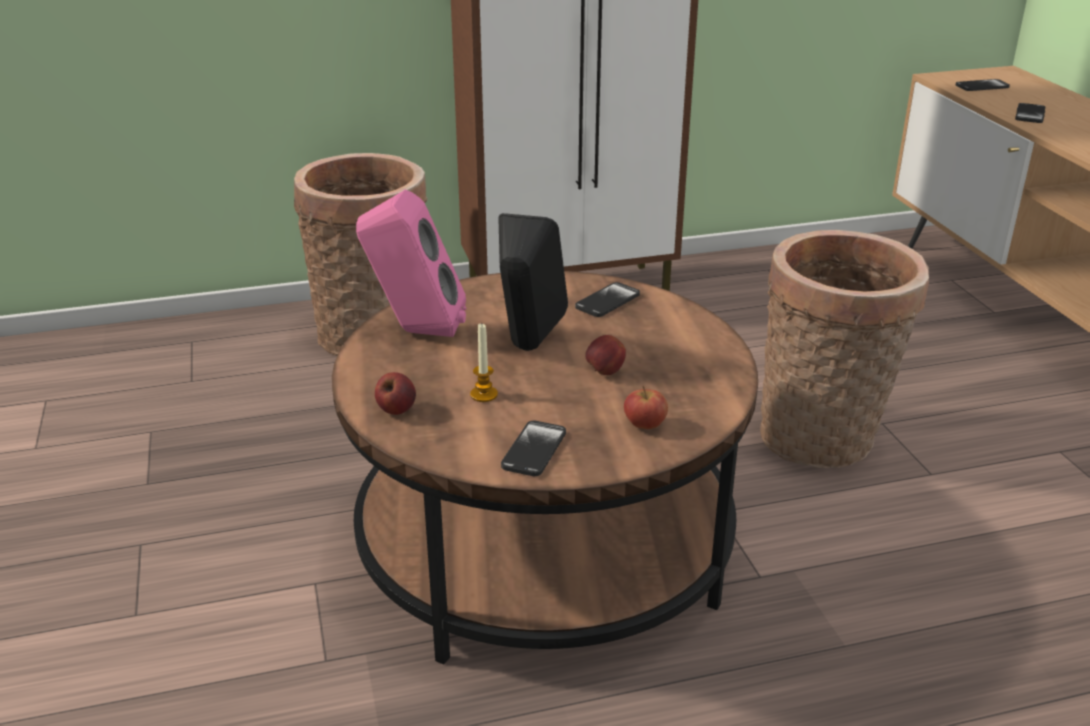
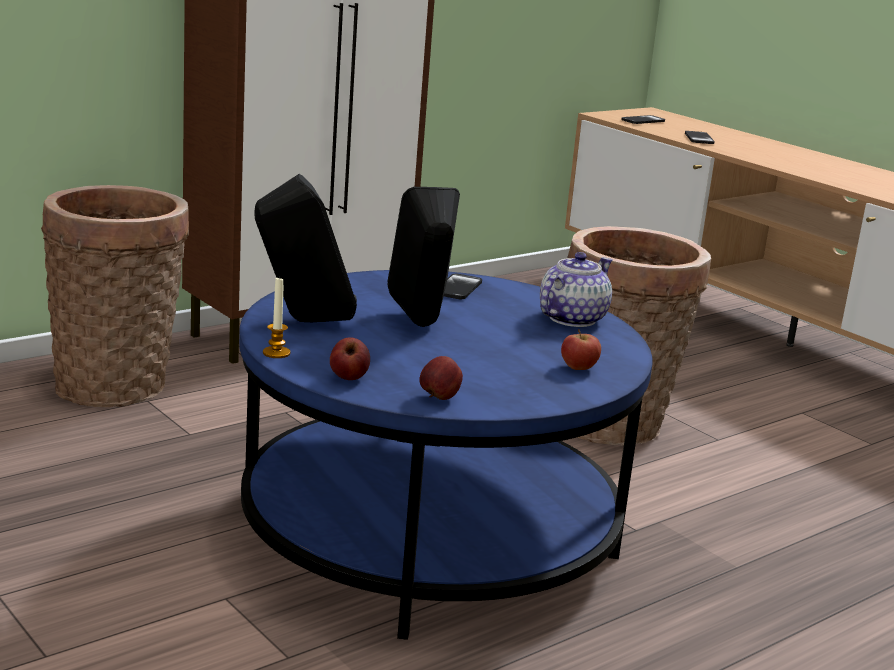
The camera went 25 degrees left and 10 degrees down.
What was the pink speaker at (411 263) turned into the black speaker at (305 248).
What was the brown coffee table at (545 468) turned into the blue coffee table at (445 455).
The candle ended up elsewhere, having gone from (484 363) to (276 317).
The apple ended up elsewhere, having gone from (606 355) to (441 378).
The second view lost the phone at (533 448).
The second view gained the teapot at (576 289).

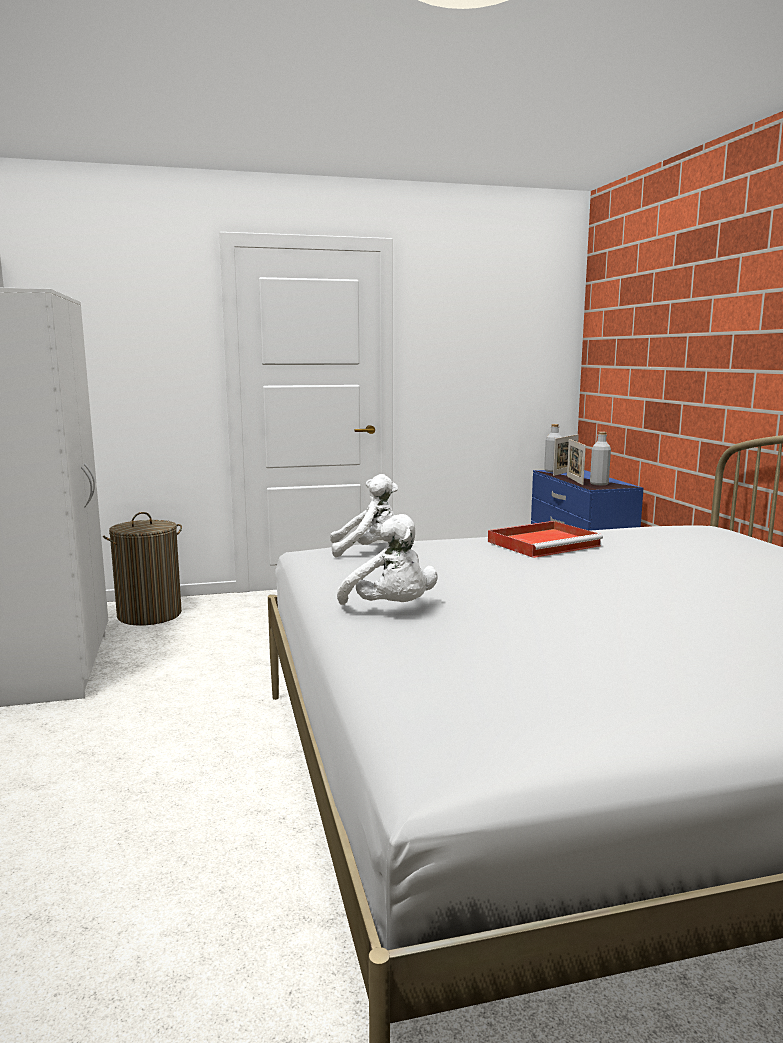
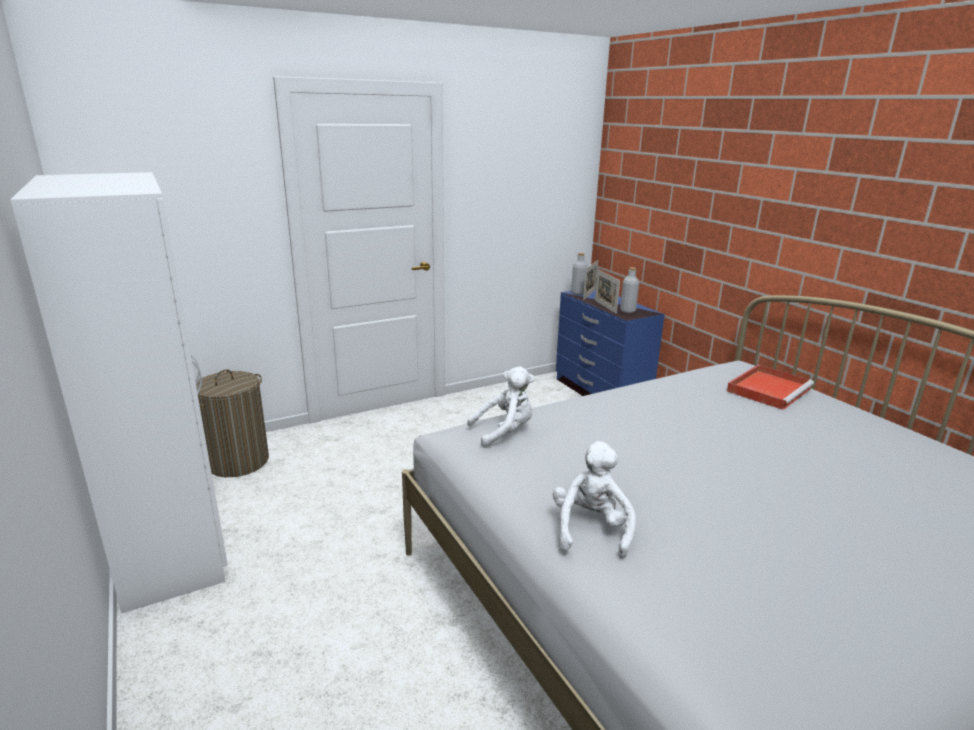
The camera went 15 degrees left and 10 degrees up.
The white plush toy at (387 559) ended up facing another way, 120 degrees counterclockwise from before.
The red tray ended up elsewhere, having gone from (545 539) to (770 387).

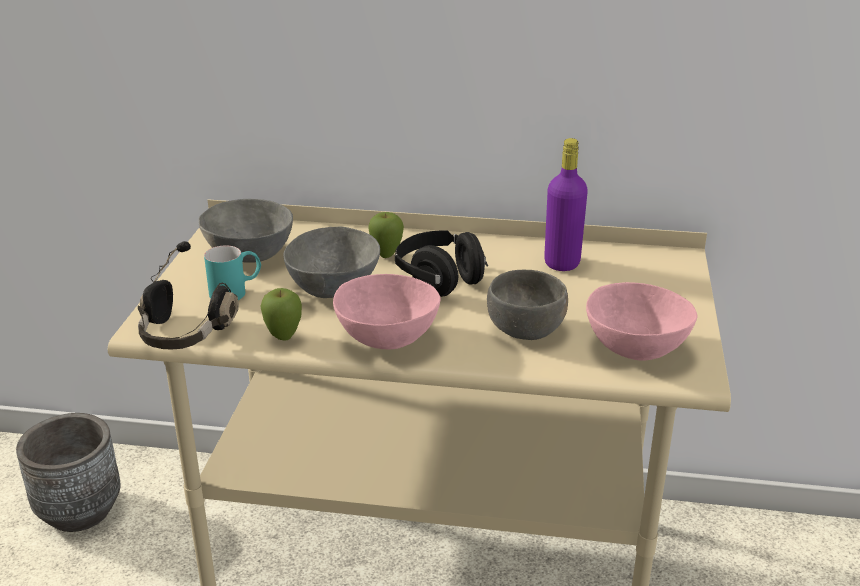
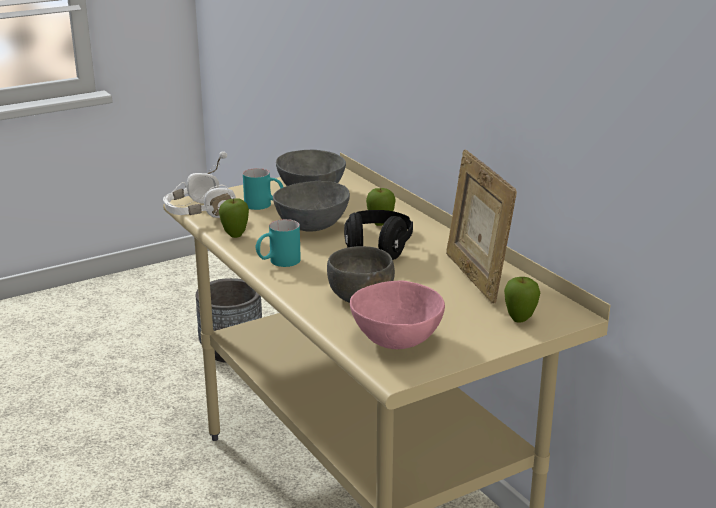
The camera went 50 degrees right and 5 degrees down.
Where the purple bottle stood at (566 204), the picture frame came to stand at (481 227).
What was the black headphones at (188 295) turned into the white headphones at (199 184).
Where the pink bowl stood at (387 312), the turquoise mug came to stand at (278 243).
The second view gained the apple at (522 300).

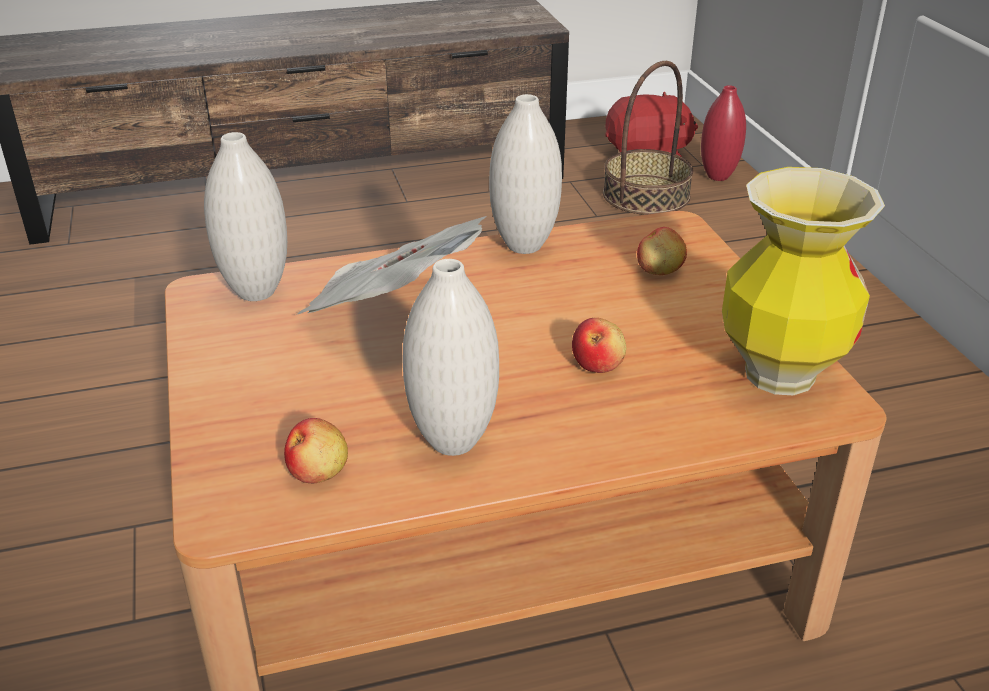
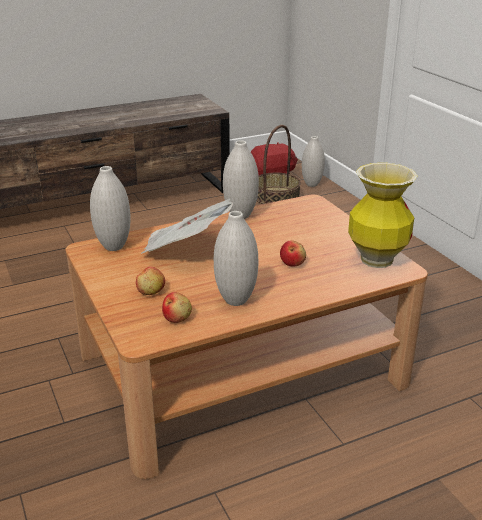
The camera went 10 degrees left and 5 degrees down.
What was the red vase at (723 133) turned into the white vase at (313 161).
The apple ended up elsewhere, having gone from (662 251) to (150 281).

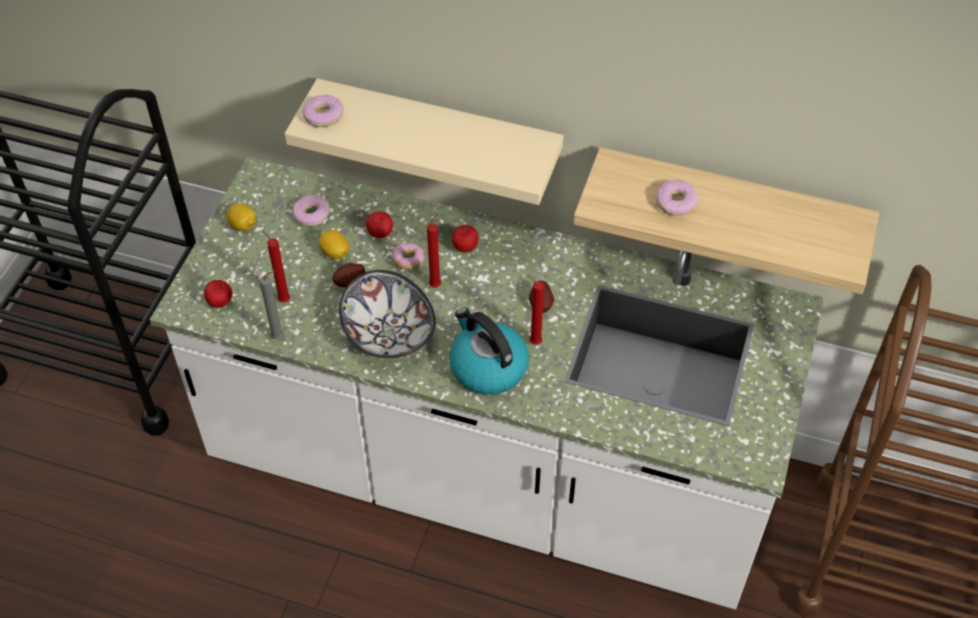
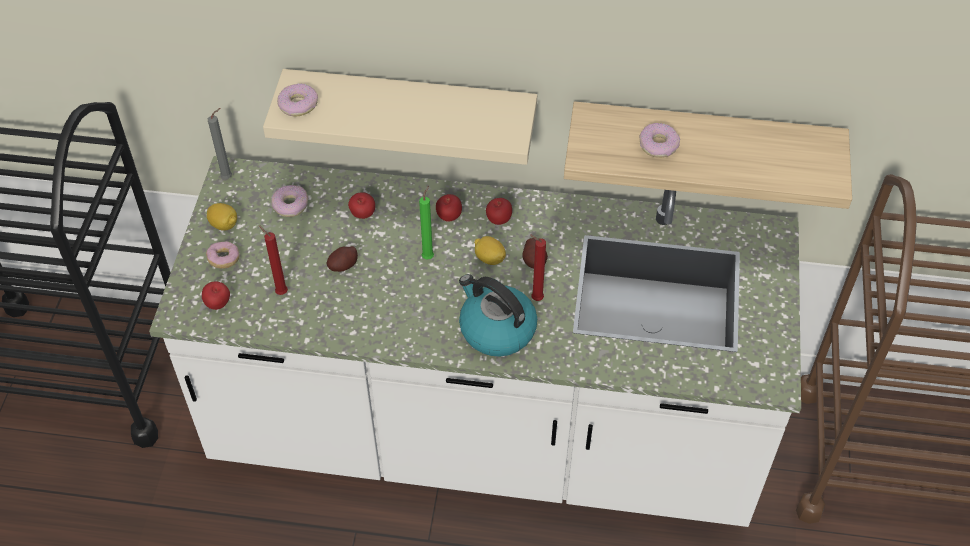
The camera went 10 degrees left and 0 degrees up.
What was the red candle at (434 250) turned into the green candle at (426 223).
The lemon ended up elsewhere, having gone from (334 244) to (490 250).
The donut ended up elsewhere, having gone from (408 256) to (223 255).
The grey candle ended up elsewhere, having gone from (271 305) to (220 143).
The second view lost the bowl at (387 314).
The second view gained the apple at (499 211).

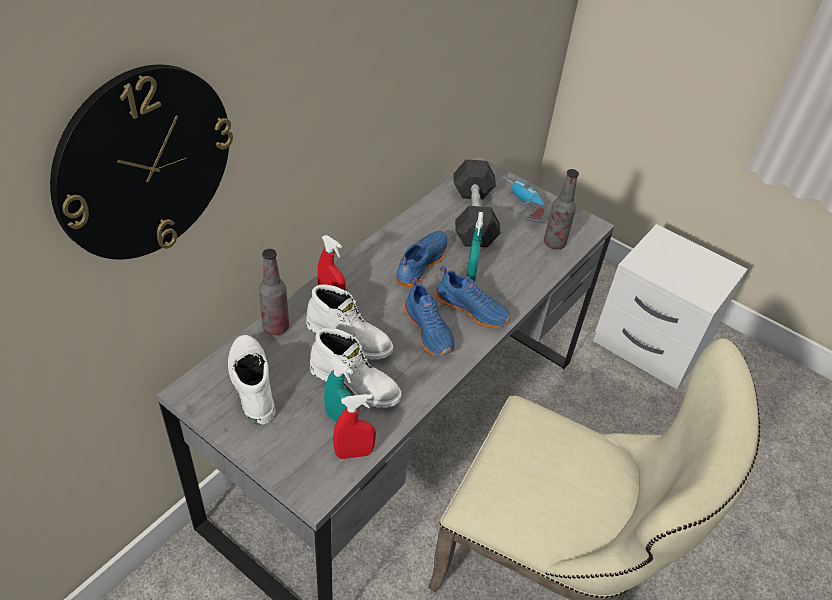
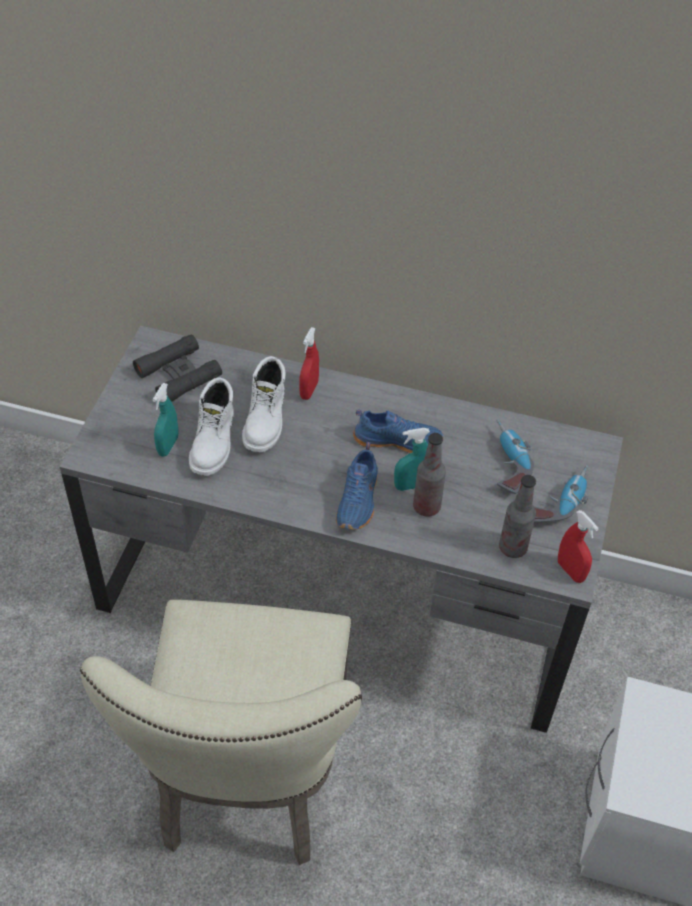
The camera went 70 degrees right and 5 degrees up.
The second view lost the wall clock at (141 162).
Where the grey dumbbell stood at (477 203), the power drill came to stand at (515 456).
The bottle ended up elsewhere, having gone from (274 292) to (429 475).
The second view lost the blue shoe at (429 316).
Where the white boot stood at (252 380), the black binoculars came to stand at (177 368).
The red spray bottle ended up elsewhere, having gone from (354 426) to (578 546).

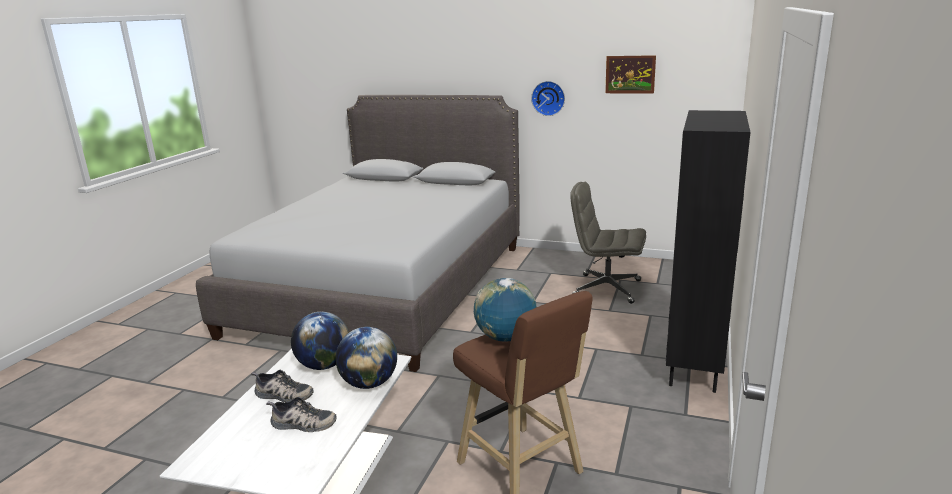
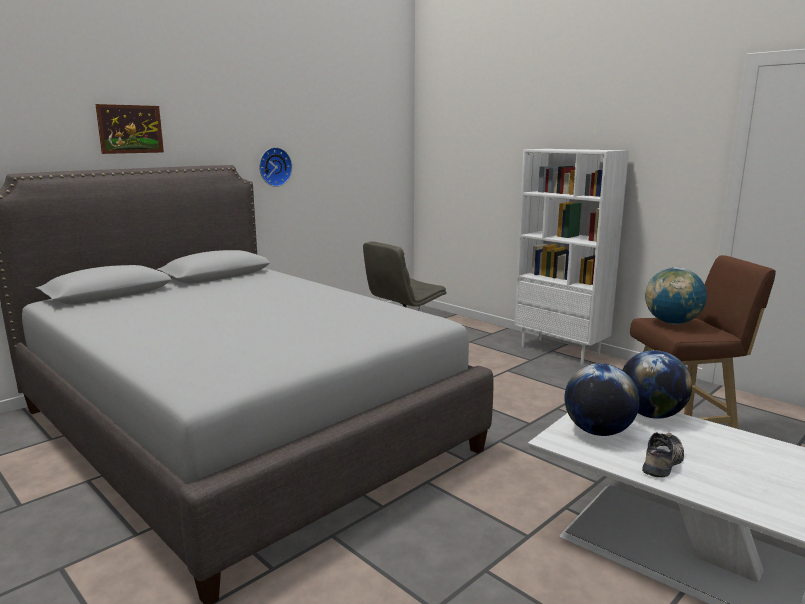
The camera went 65 degrees left and 5 degrees down.
The picture ended up elsewhere, having gone from (630 74) to (129 129).
What was the black bookcase at (708 251) turned into the white bookcase at (571 257).
The second view lost the shoe at (301 414).

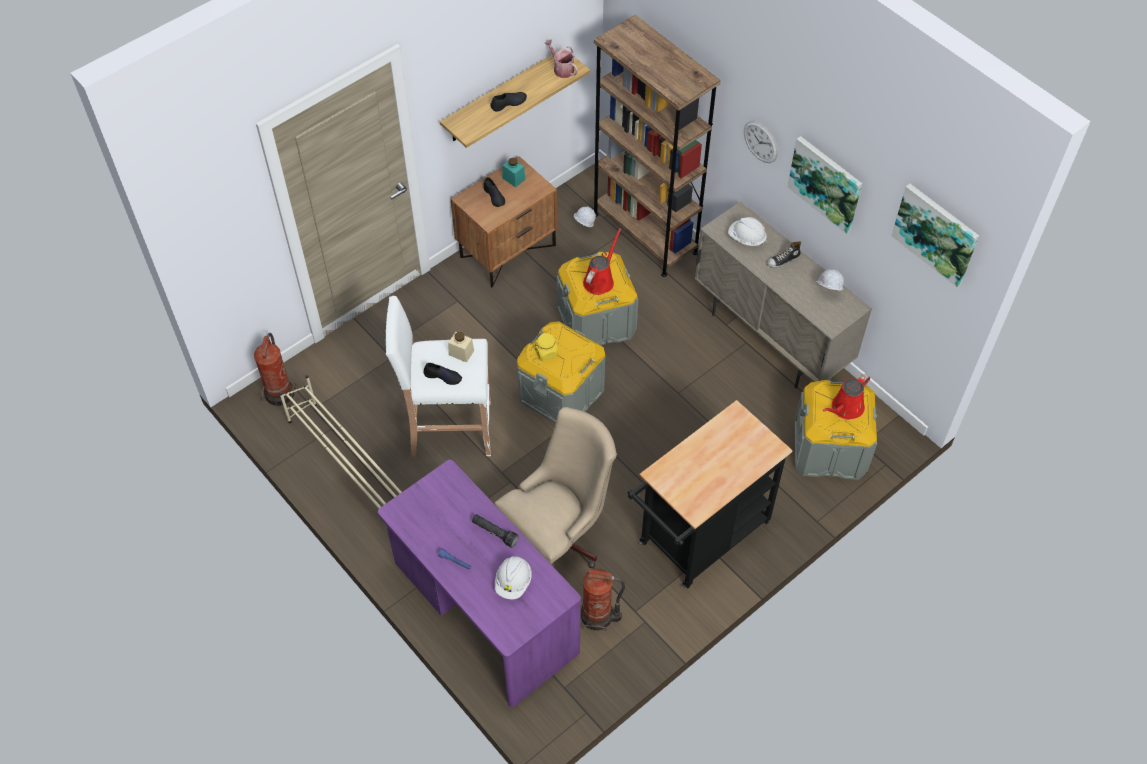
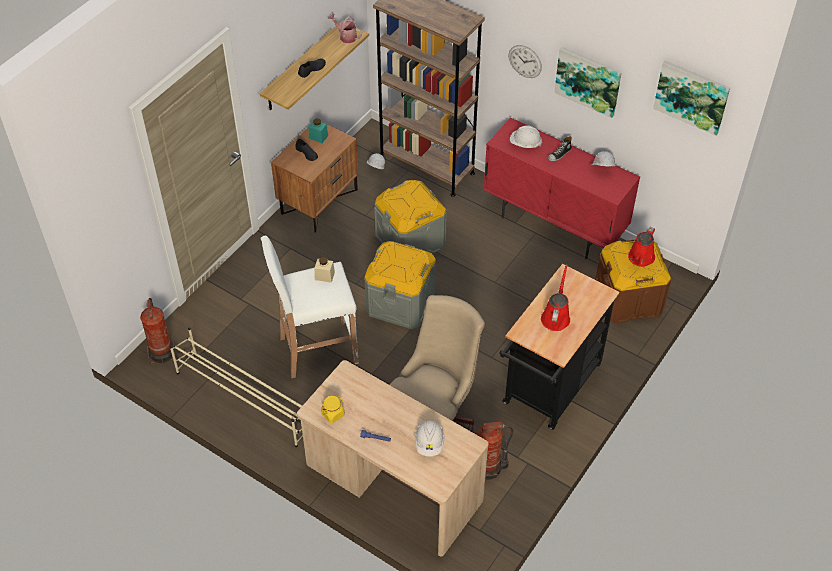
The camera went 15 degrees left and 5 degrees down.
What was the beige cabinet at (783 294) turned into the red cabinet at (561 188).
The red watering can ended up elsewhere, having gone from (602 261) to (555 297).
The yellow jar ended up elsewhere, having gone from (546 347) to (333 409).
The second view lost the black shoe at (443 374).
What was the grey storage box at (836 430) turned into the brown storage box at (633 282).
What was the purple desk at (479 583) turned into the beige desk at (392 458).
The second view lost the black flashlight at (495 531).

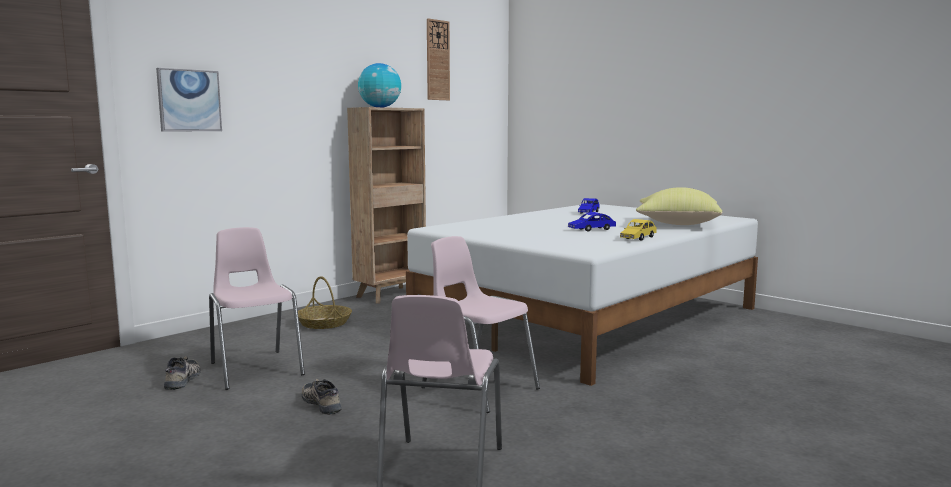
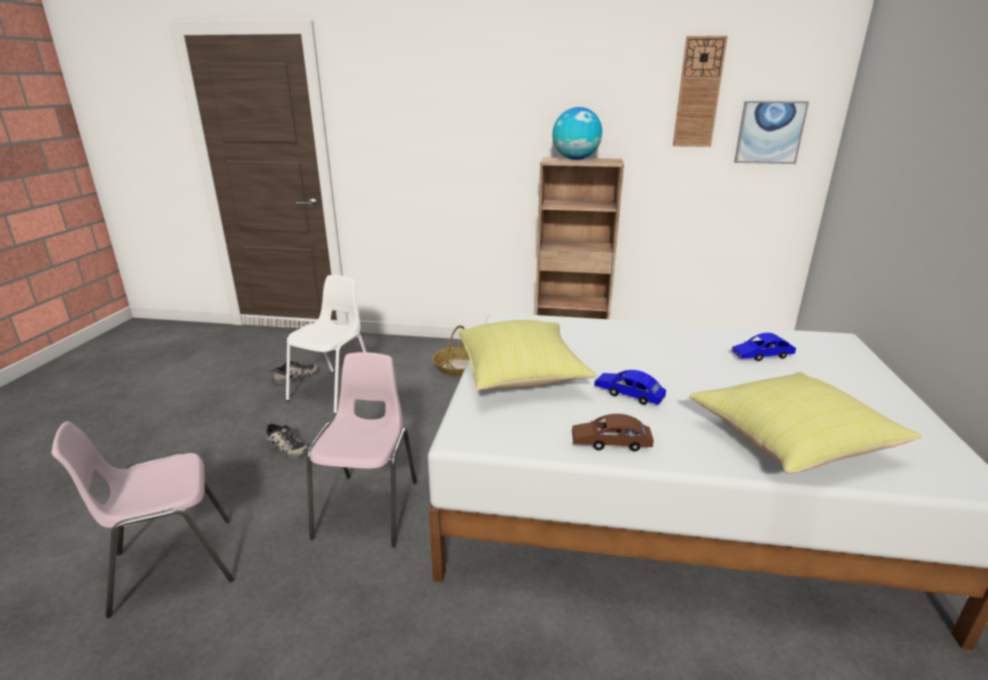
The camera went 55 degrees right and 15 degrees up.
The picture ended up elsewhere, having gone from (189 100) to (771 132).
What was the yellow toy car at (638 229) turned into the brown toy car at (613 433).
What was the pink chair at (257 308) turned into the white chair at (326 344).
The shoe at (321 397) ended up facing another way, 105 degrees clockwise from before.
The second view gained the yellow pillow at (527 355).

